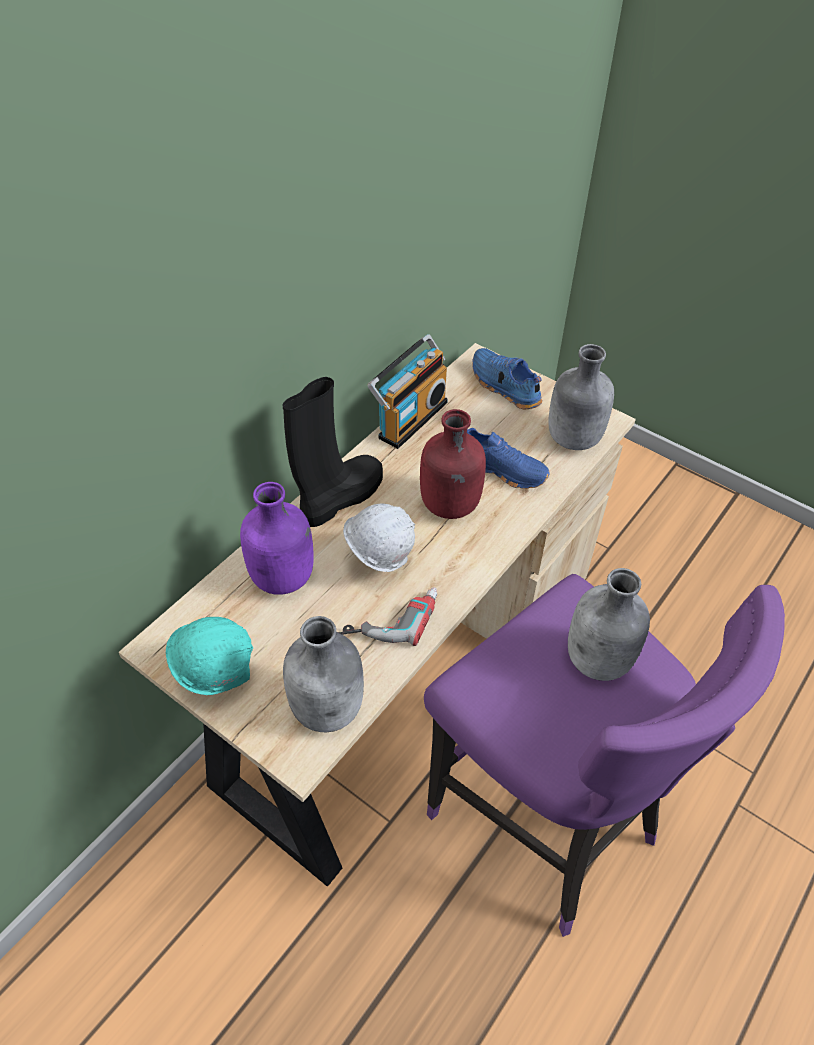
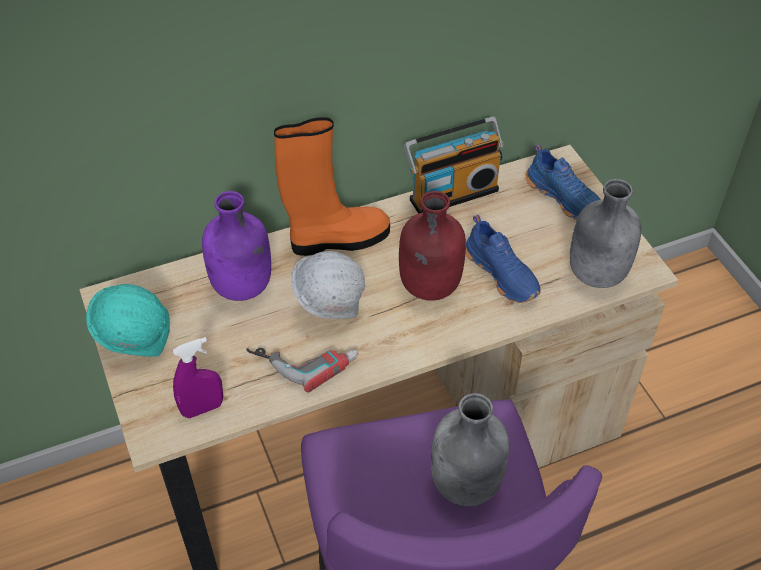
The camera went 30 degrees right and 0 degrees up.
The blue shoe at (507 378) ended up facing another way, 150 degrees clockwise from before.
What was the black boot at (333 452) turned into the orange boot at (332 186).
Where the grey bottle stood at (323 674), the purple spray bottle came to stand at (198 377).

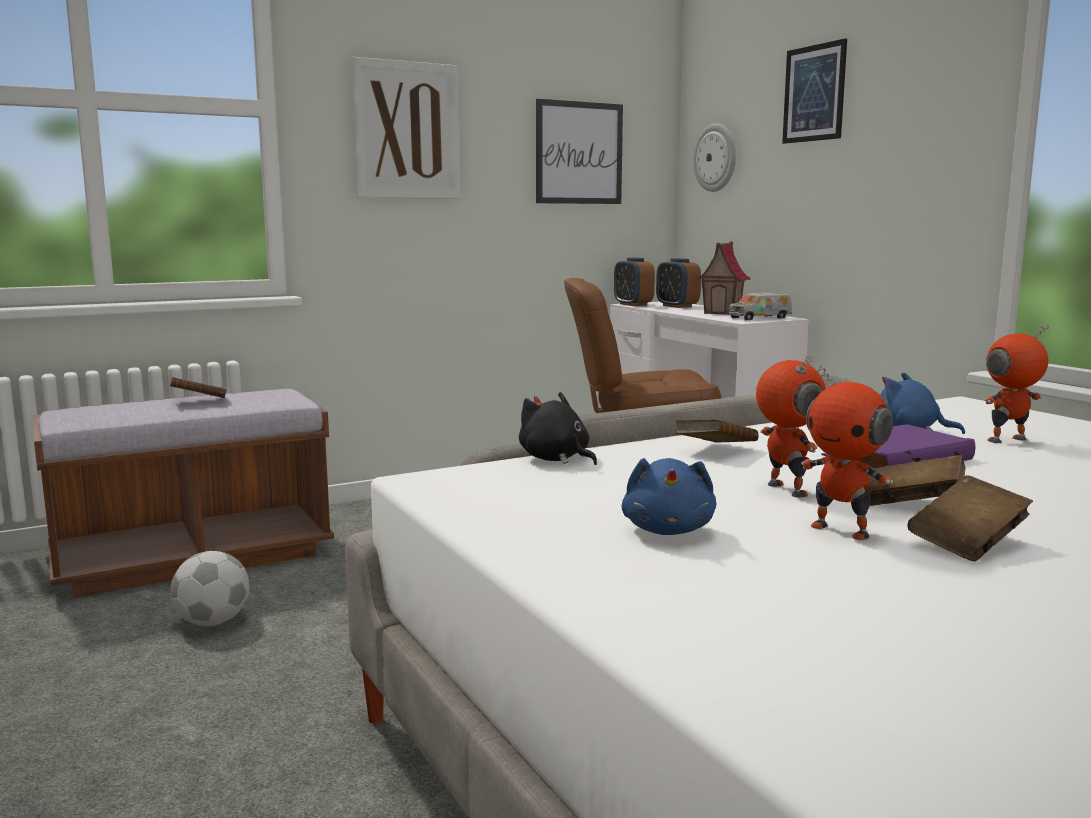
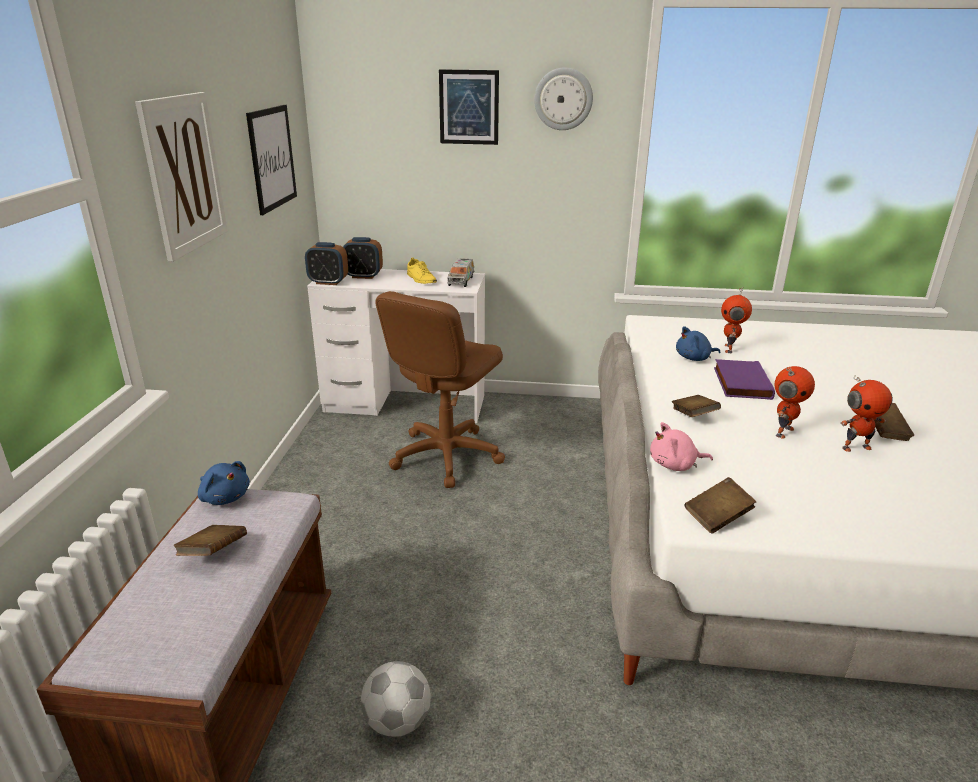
The camera went 55 degrees left and 15 degrees up.
The wall clock ended up elsewhere, having gone from (714 157) to (563 98).
Where the toy house stood at (723 278), the yellow shoe came to stand at (422 271).
The toy robot at (791 426) ended up facing another way, 120 degrees clockwise from before.
What was the black plush toy at (558 428) turned into the pink plush toy at (681 446).
The brown book ended up elsewhere, having gone from (915 480) to (720 505).
The blue plush toy ended up elsewhere, having gone from (669 496) to (224 483).

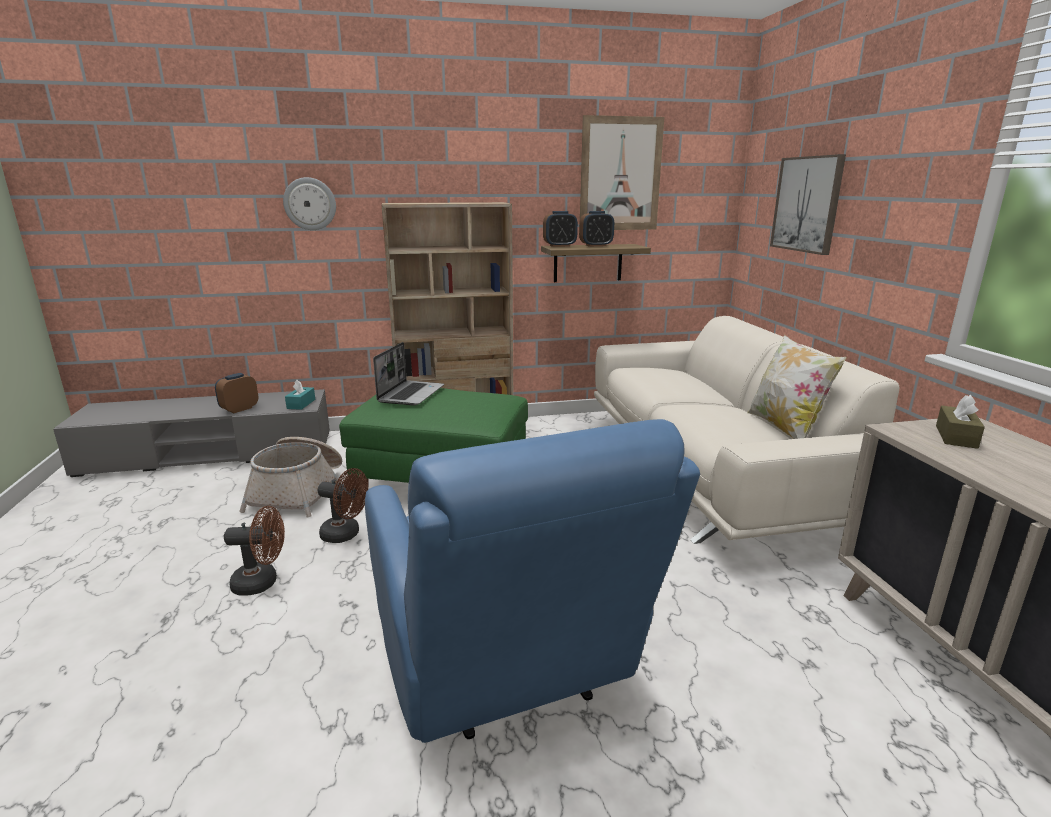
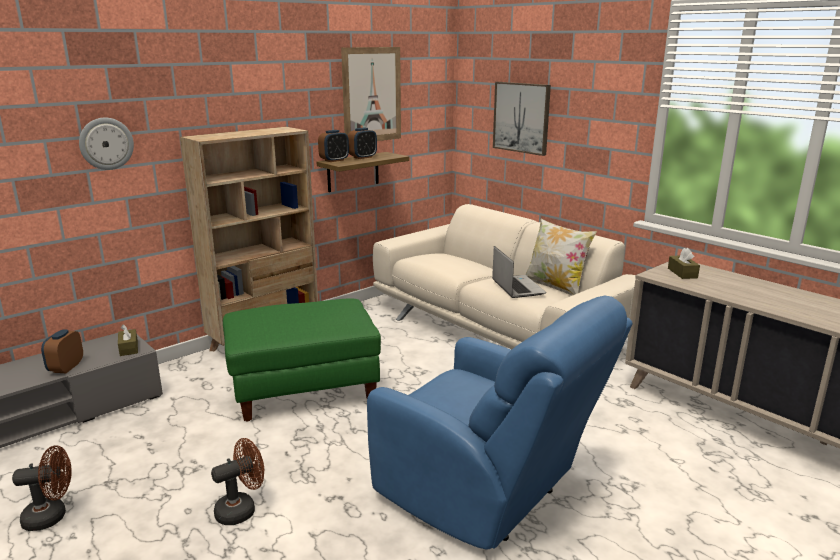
The camera went 30 degrees left and 0 degrees up.
The laptop ended up elsewhere, having gone from (408 373) to (519 272).
What was the turquoise tissue box at (300 395) turned into the brown tissue box at (128 340).
The second view lost the basket at (290 477).
The brown fan ended up elsewhere, having gone from (343 505) to (42 488).

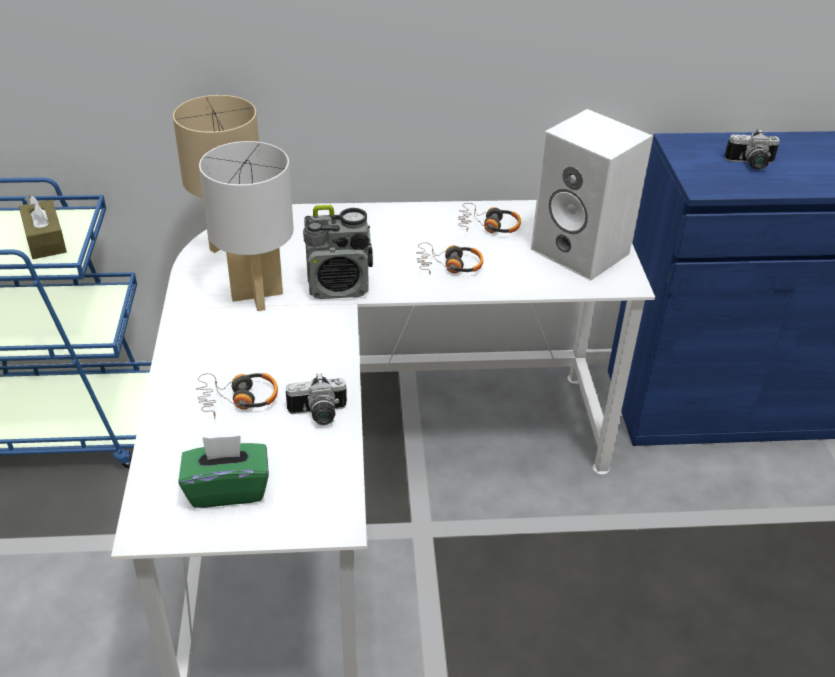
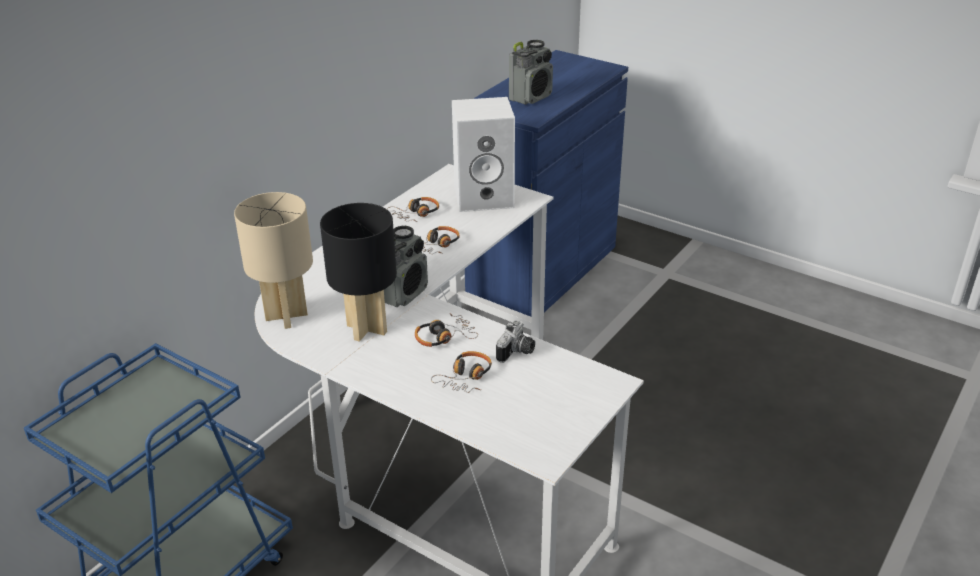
The camera went 50 degrees left and 5 degrees down.
Where the photo camera stood at (752 149), the radio came to stand at (531 72).
What was the white table lamp at (246 226) turned into the black table lamp at (358 272).
The second view lost the brown tissue box at (43 227).
The second view lost the green tissue box at (224 472).
The second view gained the headphones at (446 330).

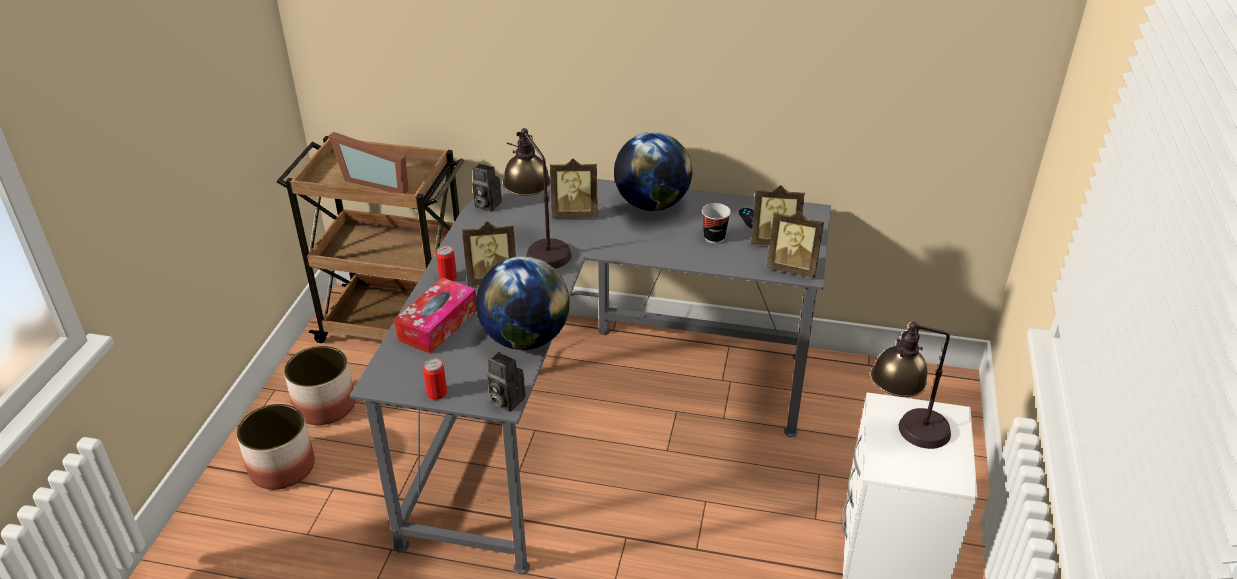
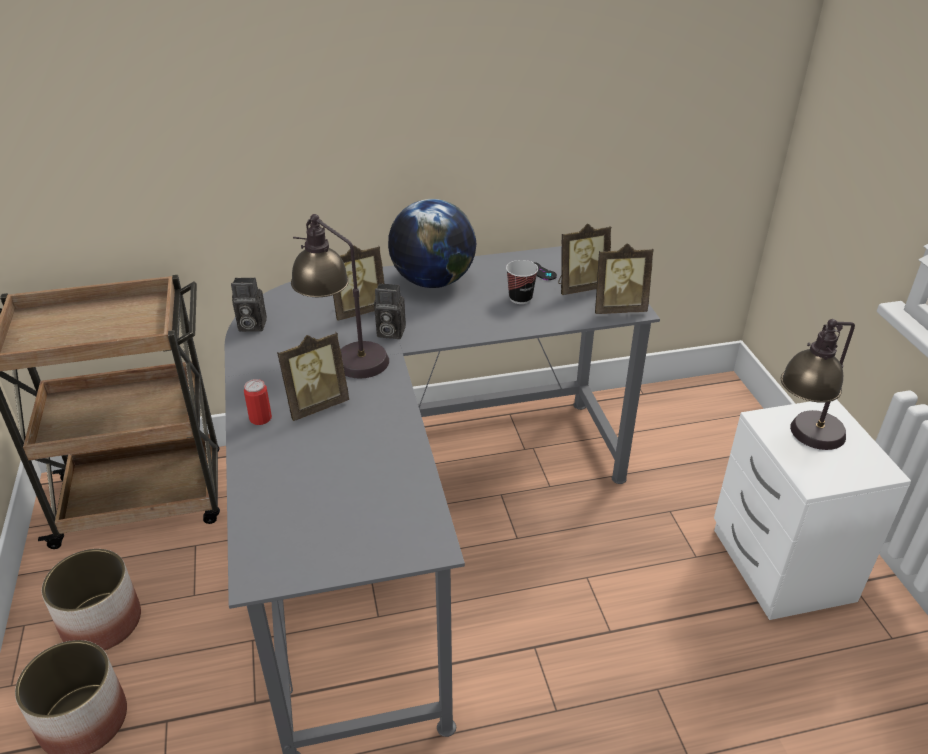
The camera went 25 degrees left and 0 degrees up.
The second view lost the picture frame at (368 162).
The second view lost the globe at (523 303).
The second view lost the tissue box at (435 315).
The photo camera ended up elsewhere, having gone from (507 382) to (390 311).
The second view lost the can at (435 379).

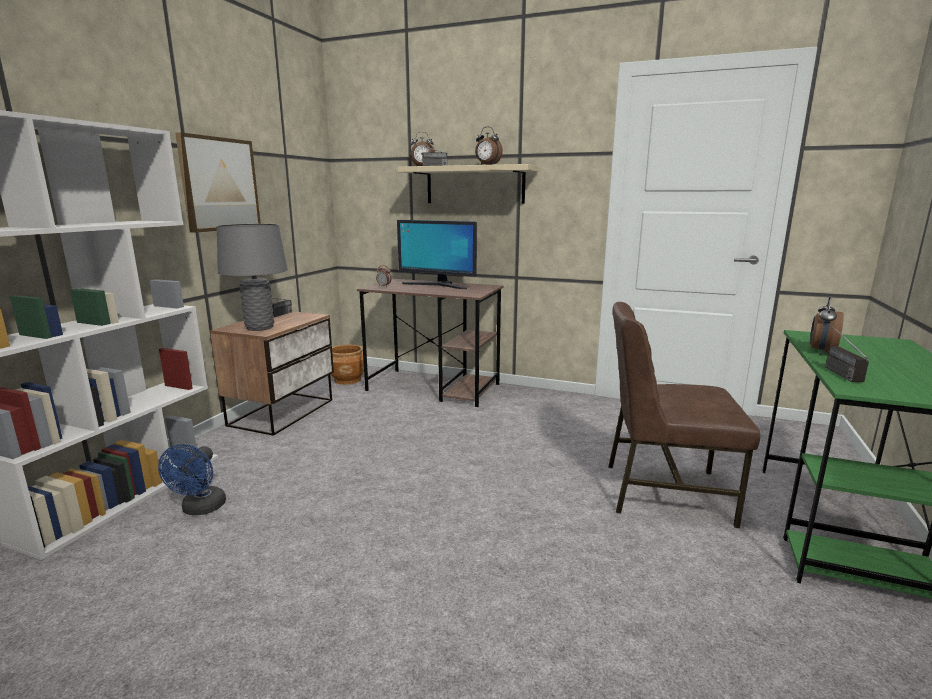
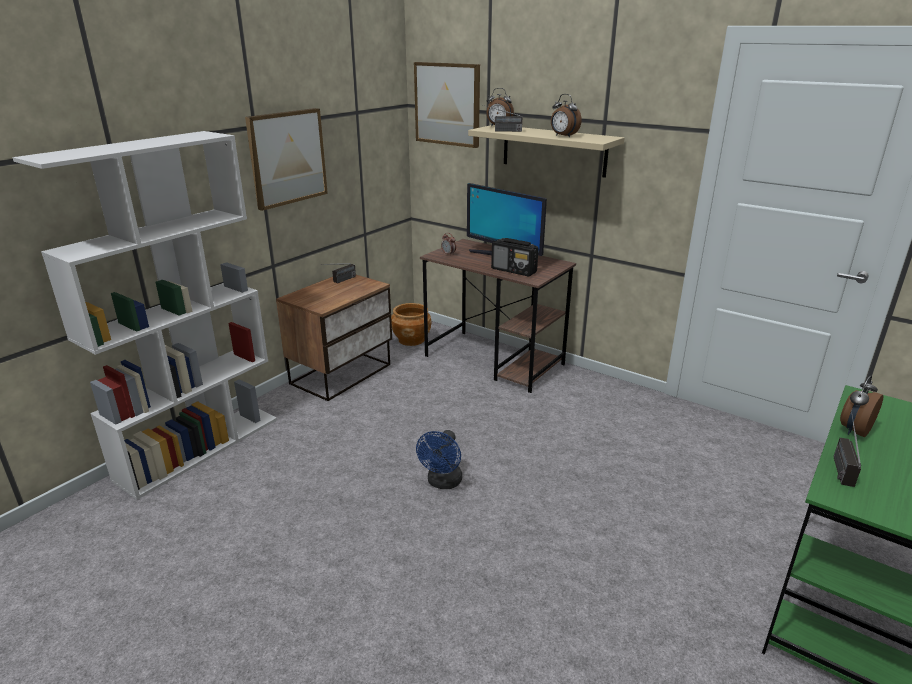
The camera went 15 degrees right and 10 degrees up.
The second view lost the grey table lamp at (252 277).
The second view lost the brown chair at (684 415).
The blue fan ended up elsewhere, having gone from (192 479) to (439 459).
The second view gained the picture at (447 105).
The second view gained the radio at (514 257).

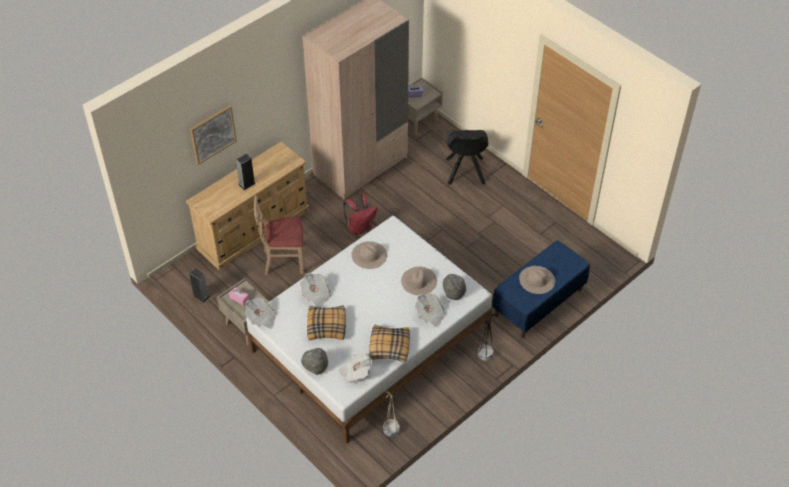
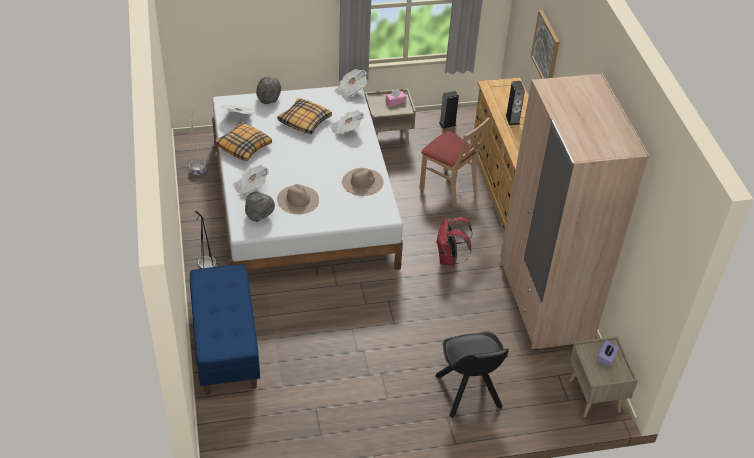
The camera went 120 degrees right and 5 degrees down.
The black chair at (467 157) ended up facing another way, 135 degrees counterclockwise from before.
The beige chair at (279 235) ended up facing another way, 105 degrees clockwise from before.
The second view lost the beige hat at (537 280).

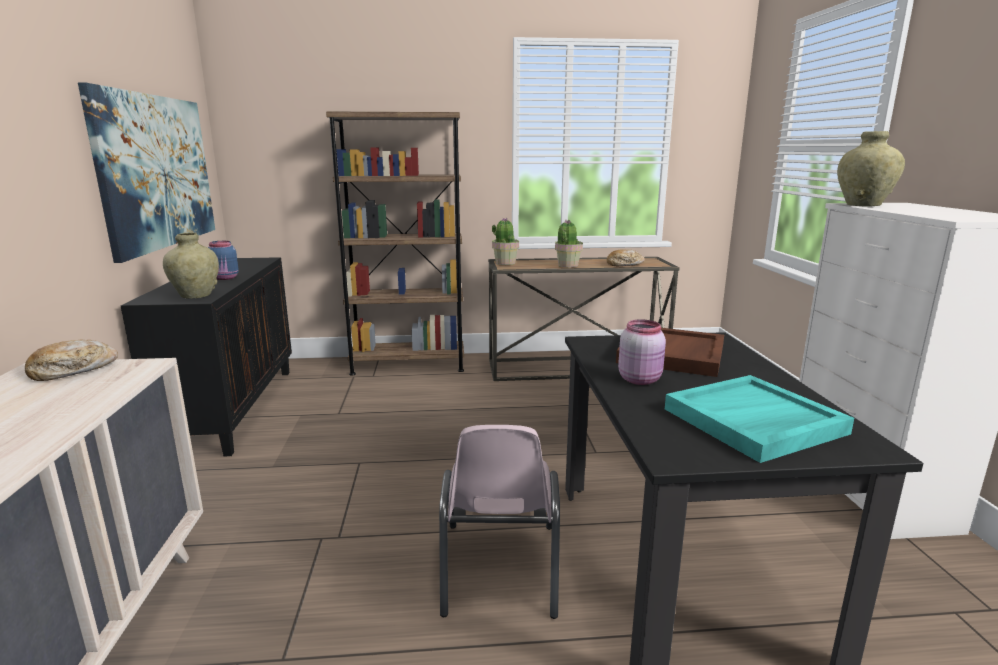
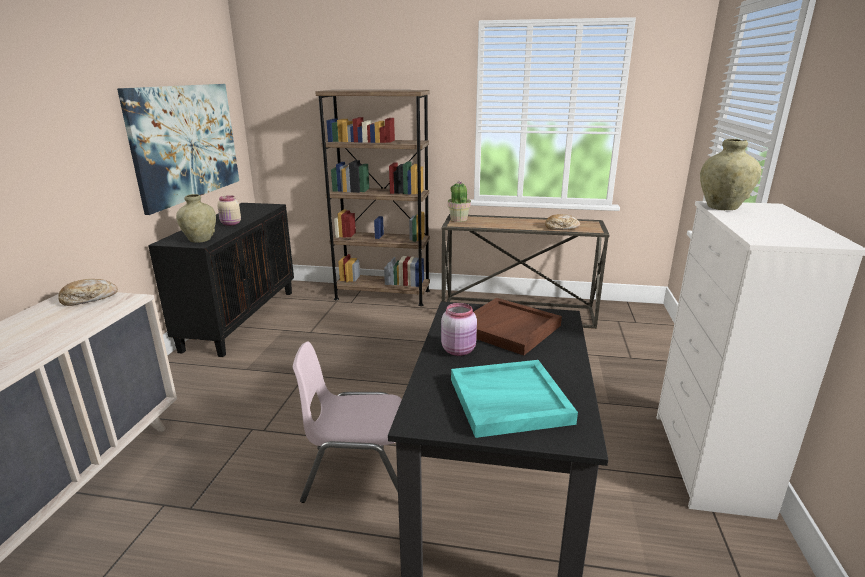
The camera went 15 degrees right and 5 degrees up.
The second view lost the potted plant at (569 243).
What was the blue jar at (223 260) turned into the beige jar at (229 210).
The pink chair at (499 522) ended up facing another way, 75 degrees clockwise from before.

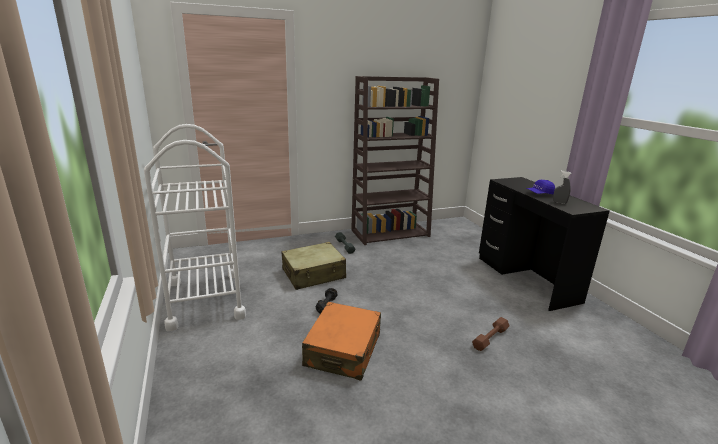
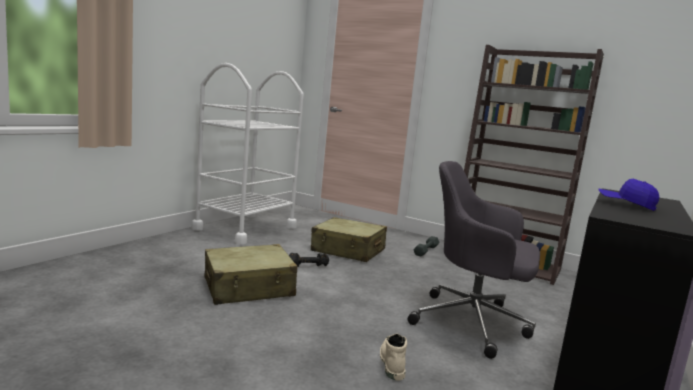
The camera went 50 degrees right and 10 degrees down.
The second view lost the grey spray bottle at (562 187).
What was the orange suitcase at (341 341) turned into the beige suitcase at (250 274).
Where the brown dumbbell stood at (491 334), the beige boot came to stand at (393 357).
The second view gained the grey office chair at (474 260).

